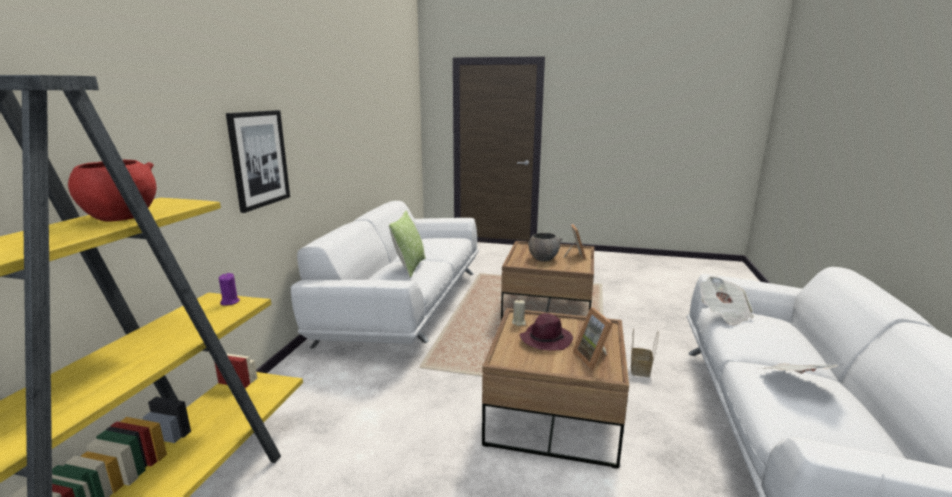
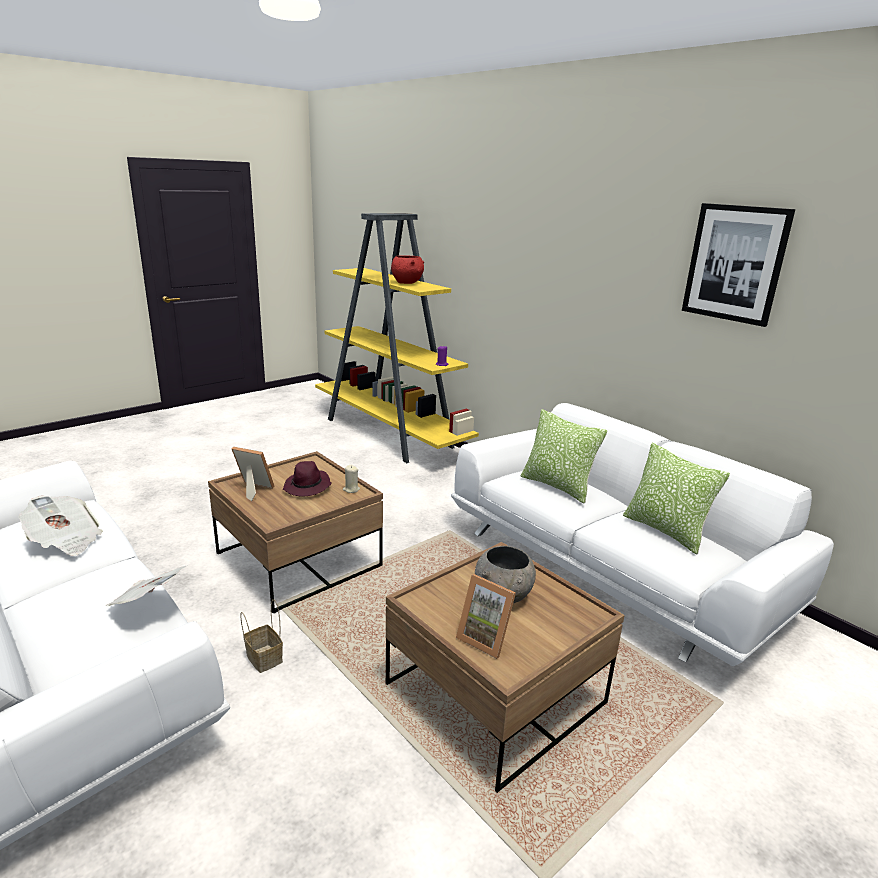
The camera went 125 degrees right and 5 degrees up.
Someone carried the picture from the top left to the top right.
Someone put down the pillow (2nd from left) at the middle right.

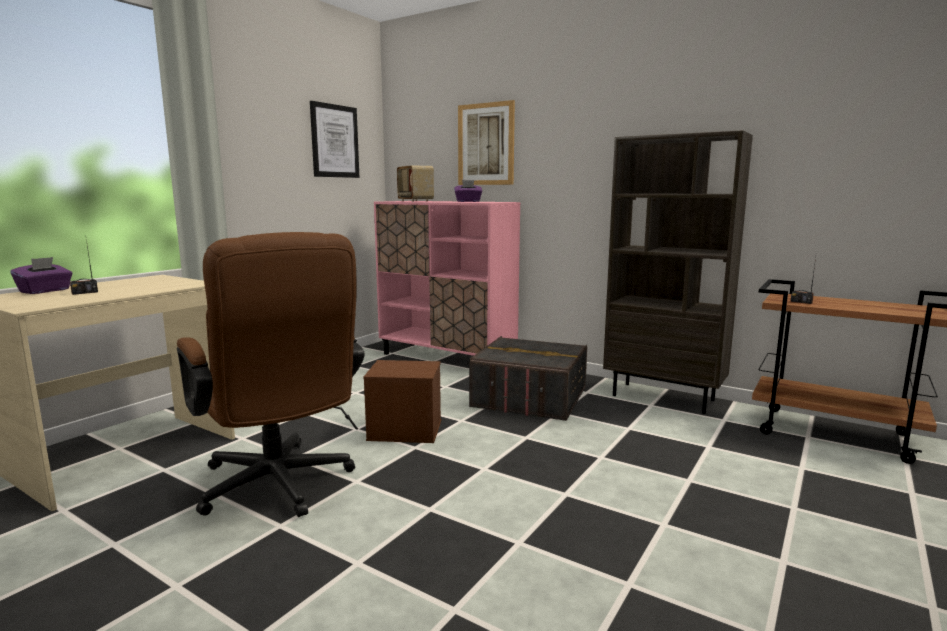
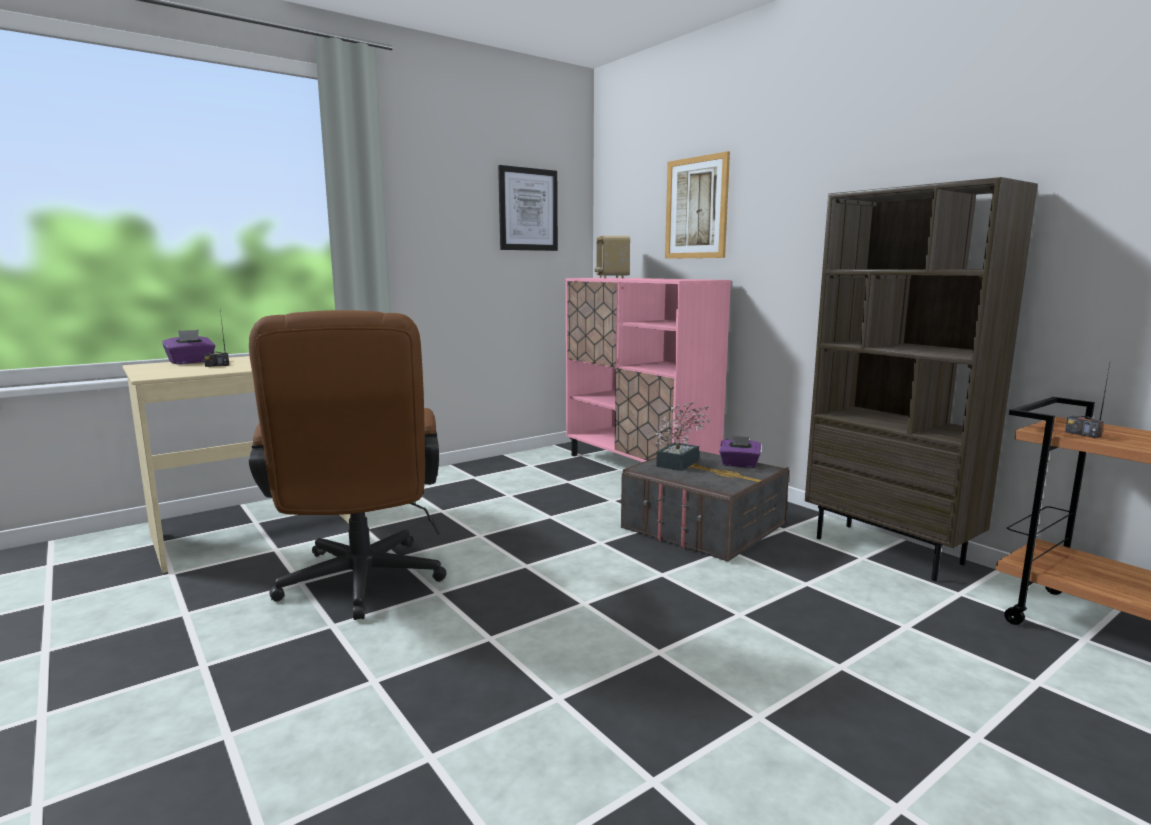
The camera went 20 degrees right and 0 degrees up.
Someone carried the purple tissue box (2nd from left) from the top centre to the centre.
Someone took away the brown storage box at the centre.
Someone put down the potted plant at the centre.

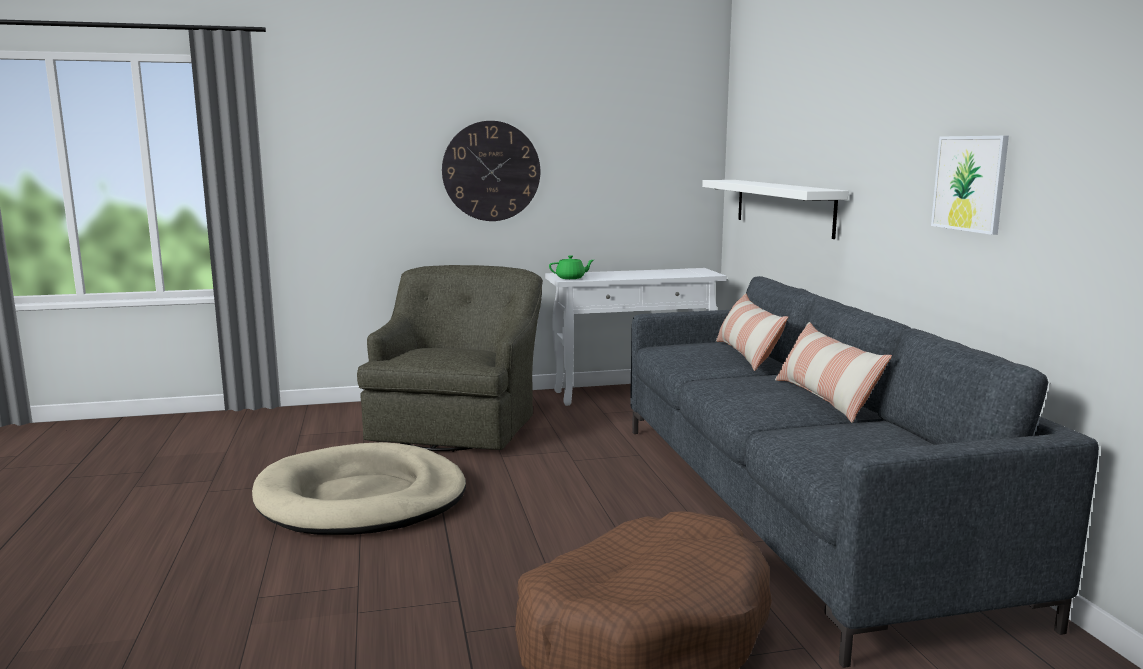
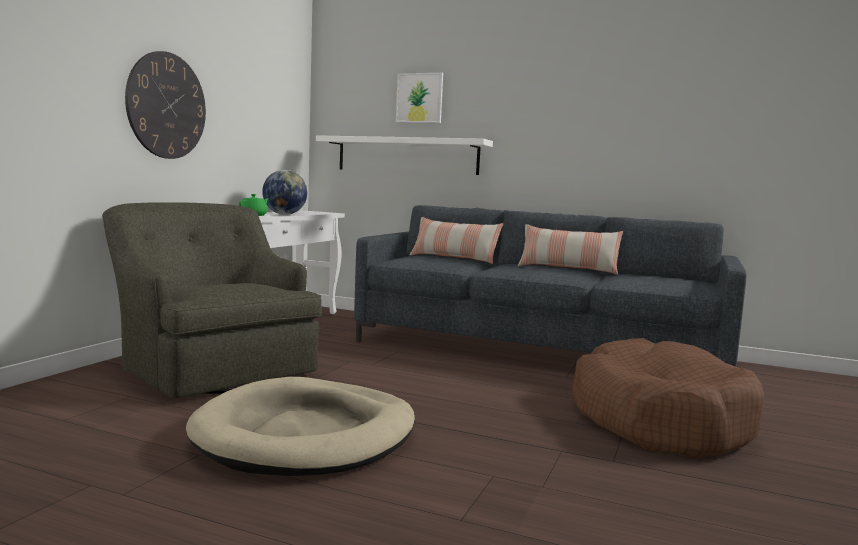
The camera went 55 degrees left and 5 degrees down.
Someone carried the picture from the top right to the top centre.
Someone put down the globe at the middle left.

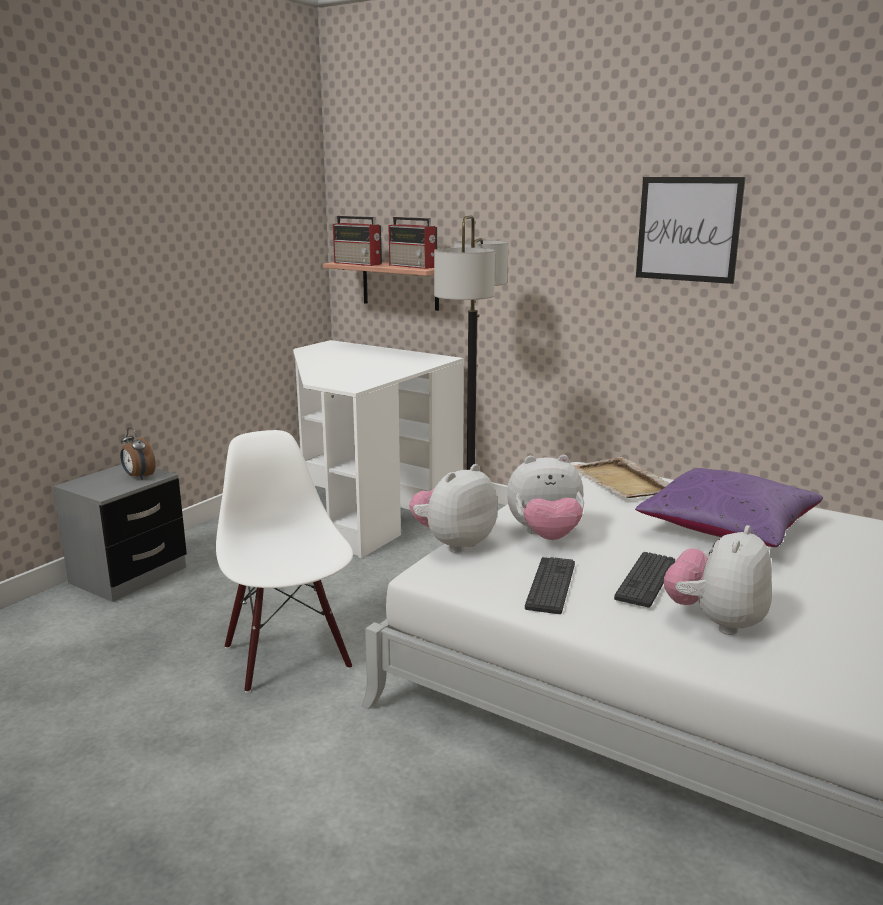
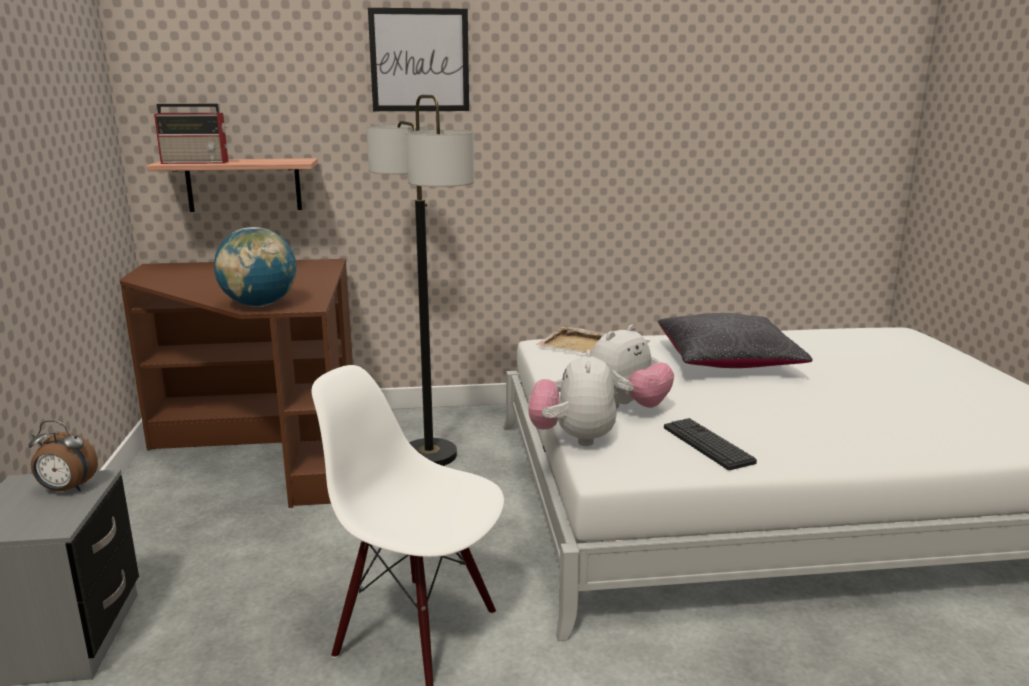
The camera went 40 degrees left and 0 degrees up.
Someone carried the picture from the top right to the top centre.
Someone took away the radio (2nd from left) at the top centre.
Someone repainted the white desk at the centre, which became the brown desk at the middle left.
Someone repainted the purple pillow at the middle right, which became the black pillow at the middle right.
Someone took away the plush toy (3rd from left) at the middle right.
Someone took away the keyboard (2nd from left) at the middle right.
Someone put down the globe at the middle left.

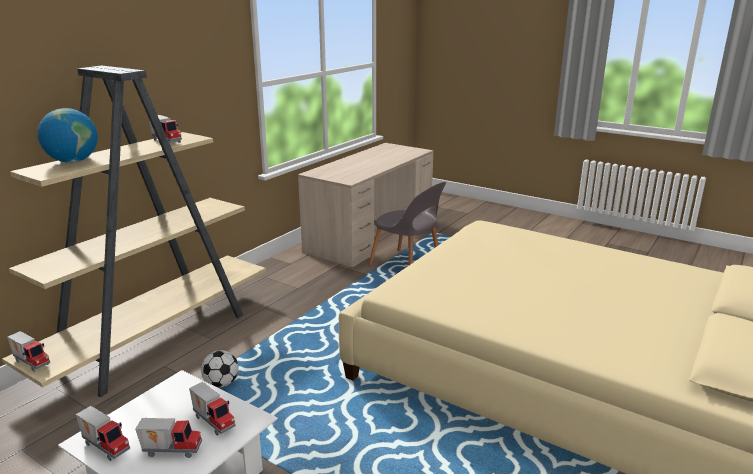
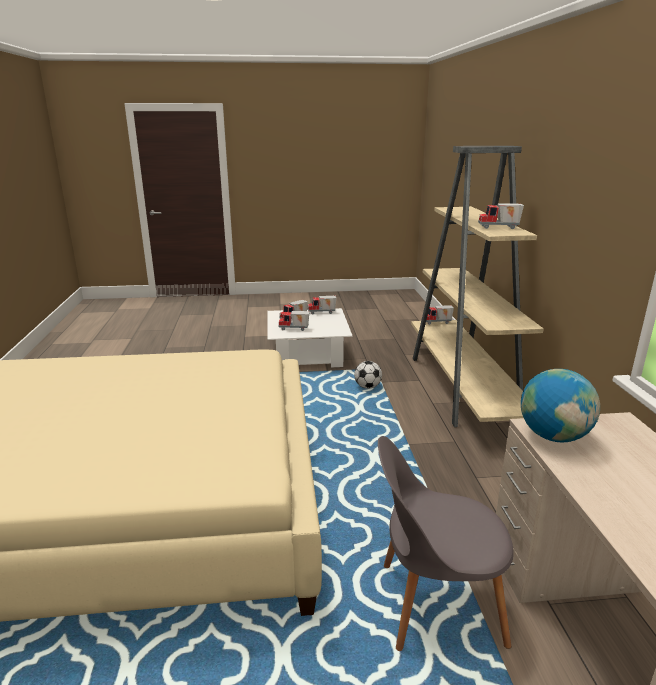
The camera went 140 degrees right and 0 degrees up.
Someone carried the globe from the top left to the middle right.

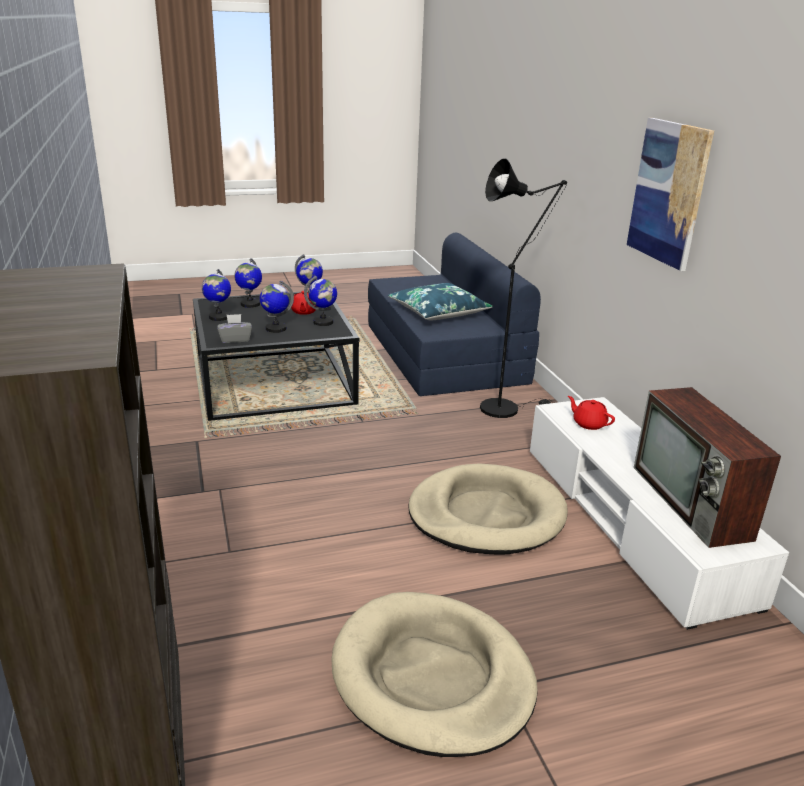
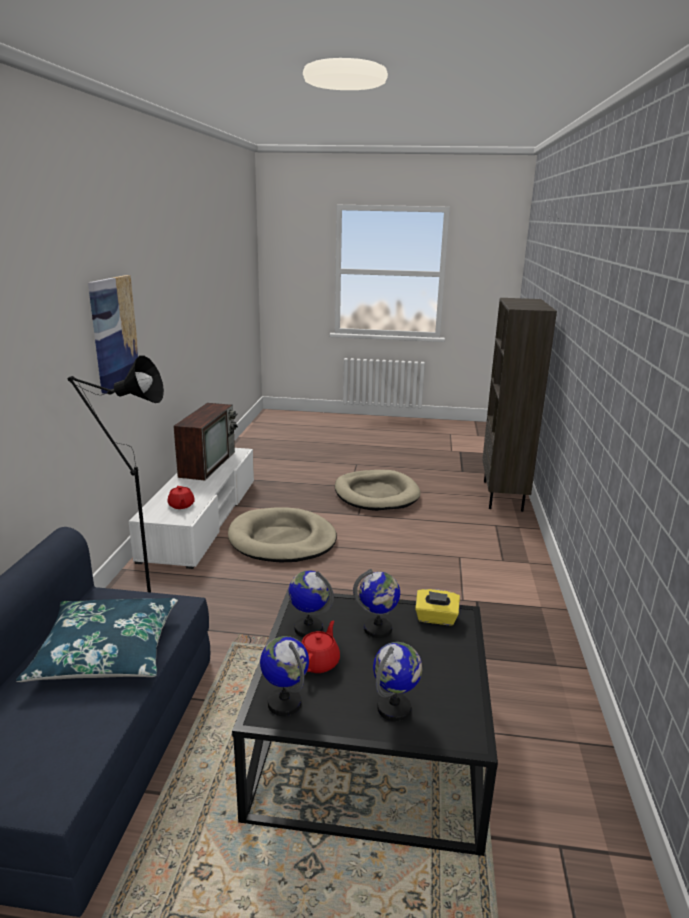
The camera went 155 degrees left and 5 degrees down.
Someone took away the globe (1st from left) at the middle left.
Someone repainted the grey tissue box at the middle left, which became the yellow tissue box at the centre.

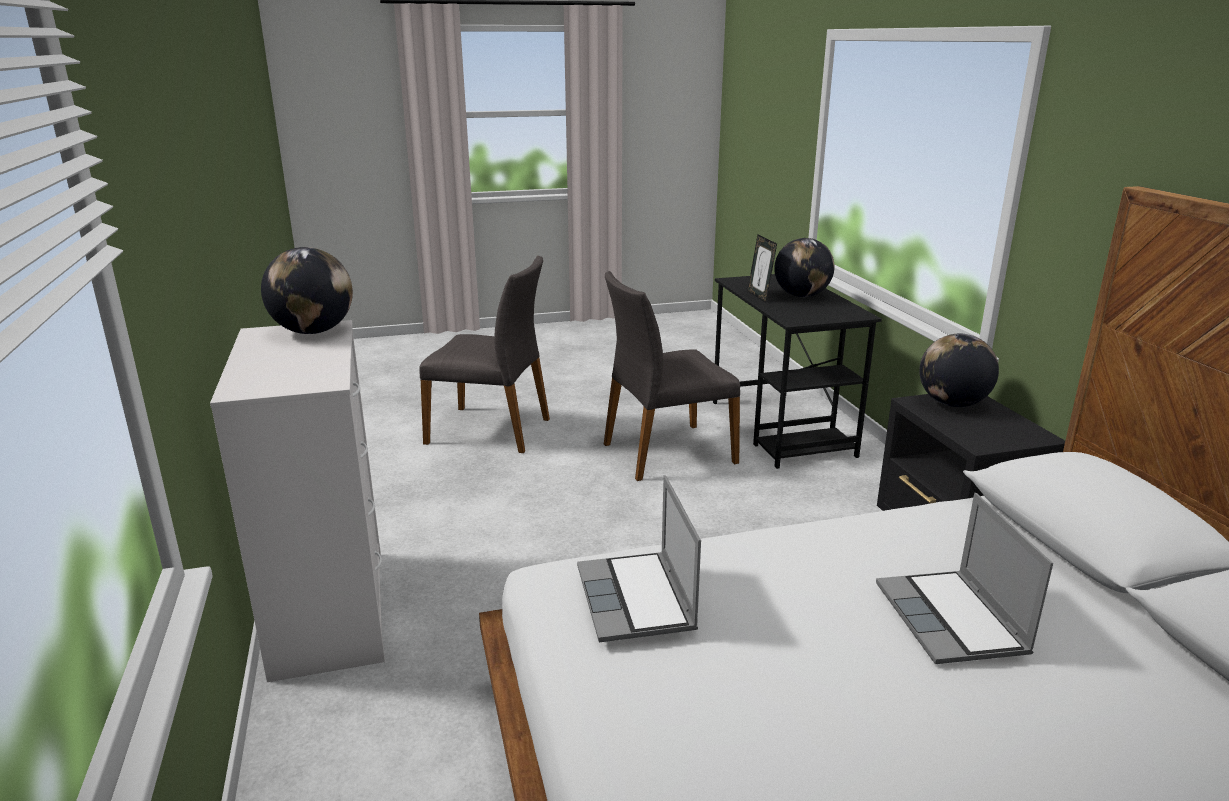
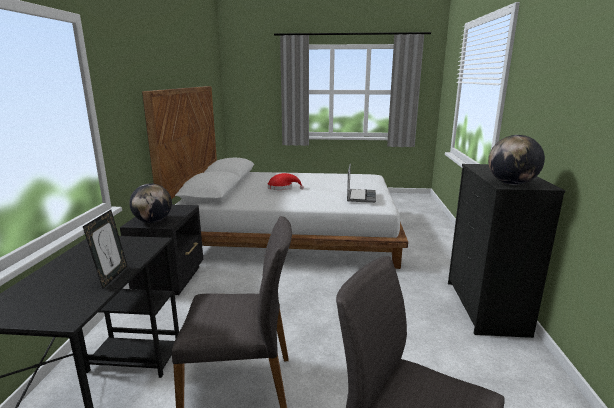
The camera went 160 degrees left and 5 degrees down.
Someone took away the globe (2nd from left) at the centre.
Someone repainted the white dresser at the middle left, which became the black dresser at the middle right.
Someone swapped the laptop (2nd from left) at the bottom right for the red hat at the centre.

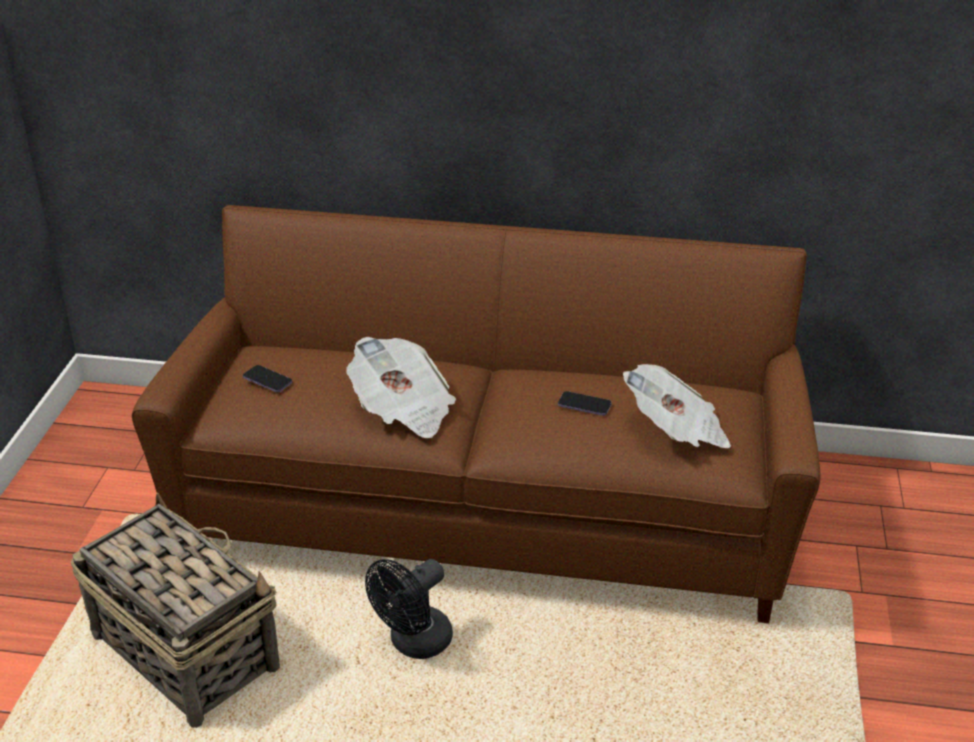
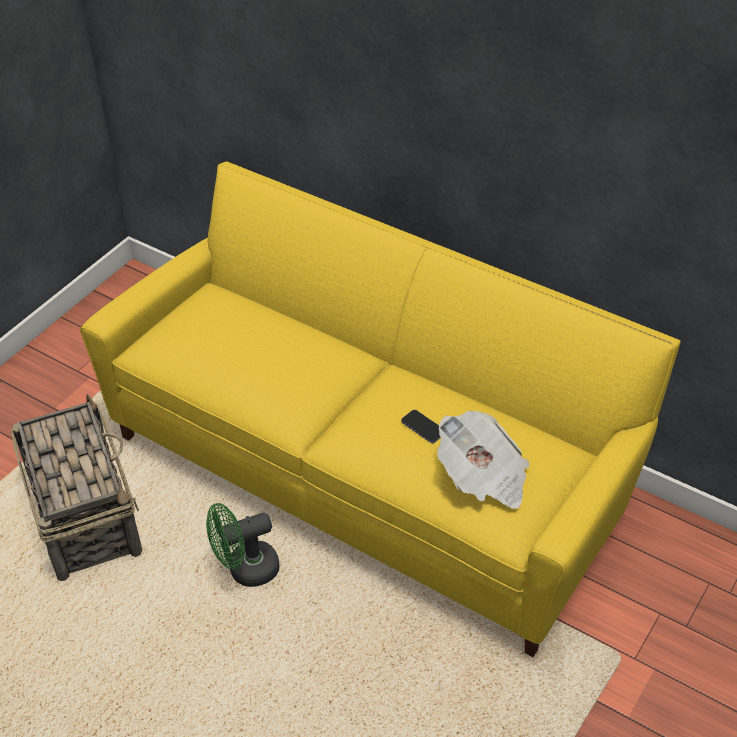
The camera went 25 degrees right and 10 degrees up.
Someone repainted the brown sofa at the centre, which became the yellow sofa at the centre.
Someone took away the newspaper (1st from left) at the centre.
Someone took away the phone (1st from left) at the middle left.
Someone repainted the black fan at the bottom centre, which became the green fan at the bottom left.

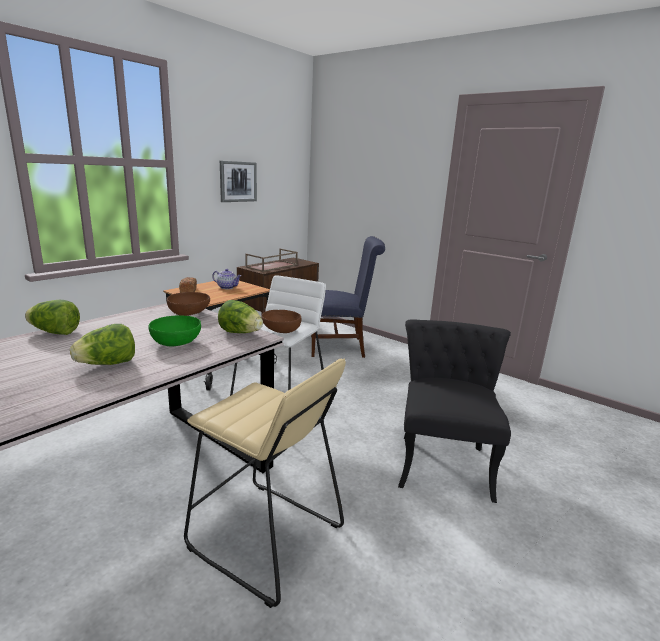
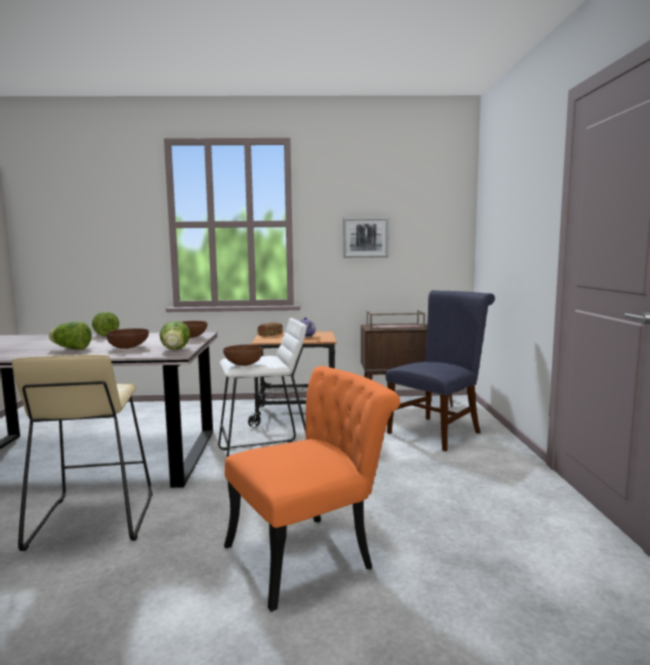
The camera went 50 degrees right and 10 degrees down.
Someone rotated the blue chair at the centre by 90 degrees counterclockwise.
Someone repainted the green bowl at the middle left, which became the brown bowl (1st from left) at the middle left.
Someone repainted the black chair at the middle right, which became the orange chair at the bottom centre.

